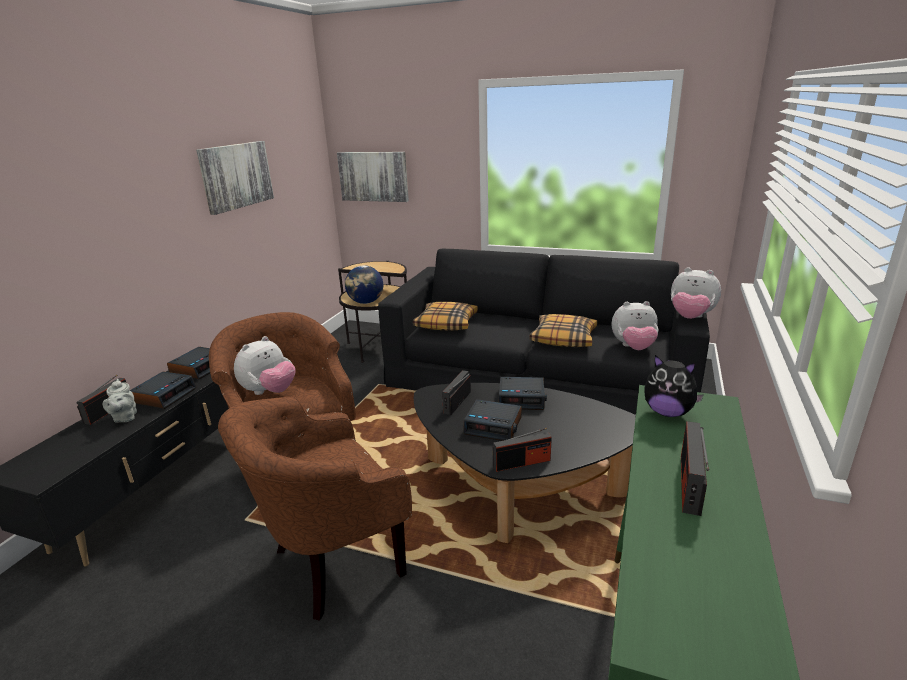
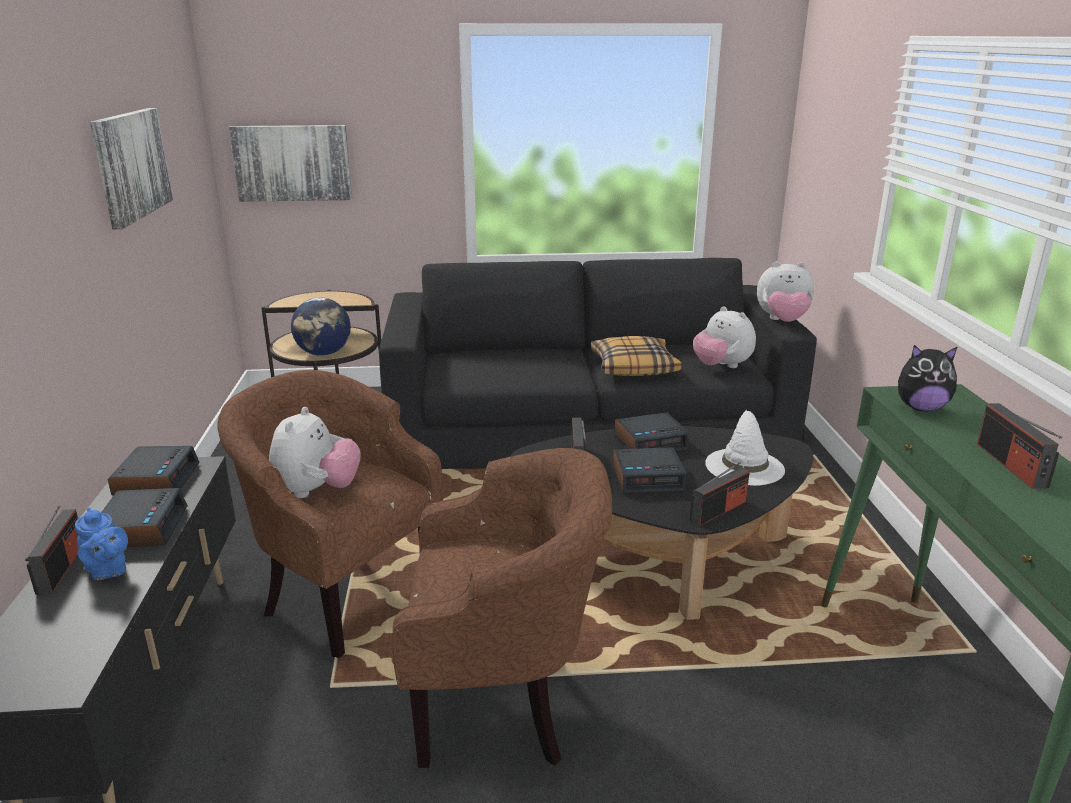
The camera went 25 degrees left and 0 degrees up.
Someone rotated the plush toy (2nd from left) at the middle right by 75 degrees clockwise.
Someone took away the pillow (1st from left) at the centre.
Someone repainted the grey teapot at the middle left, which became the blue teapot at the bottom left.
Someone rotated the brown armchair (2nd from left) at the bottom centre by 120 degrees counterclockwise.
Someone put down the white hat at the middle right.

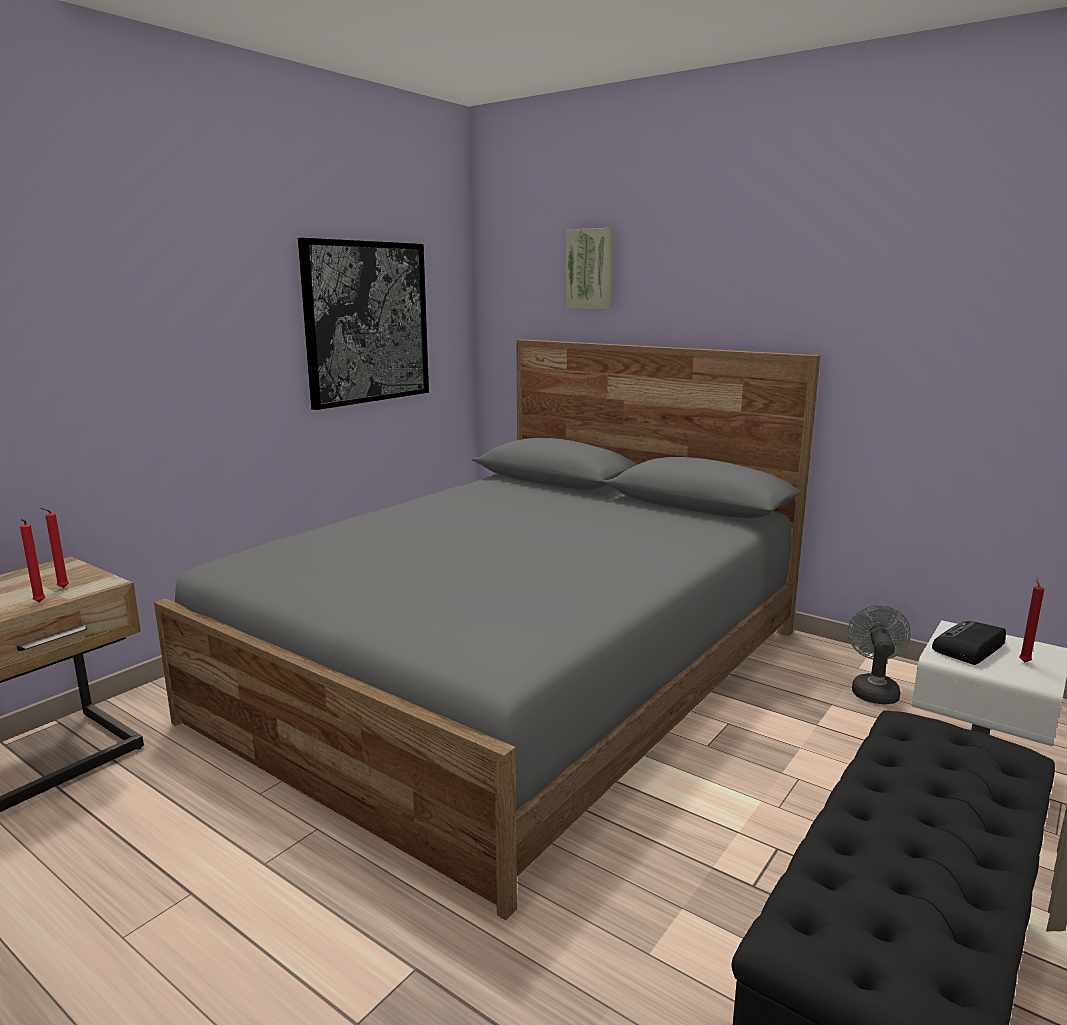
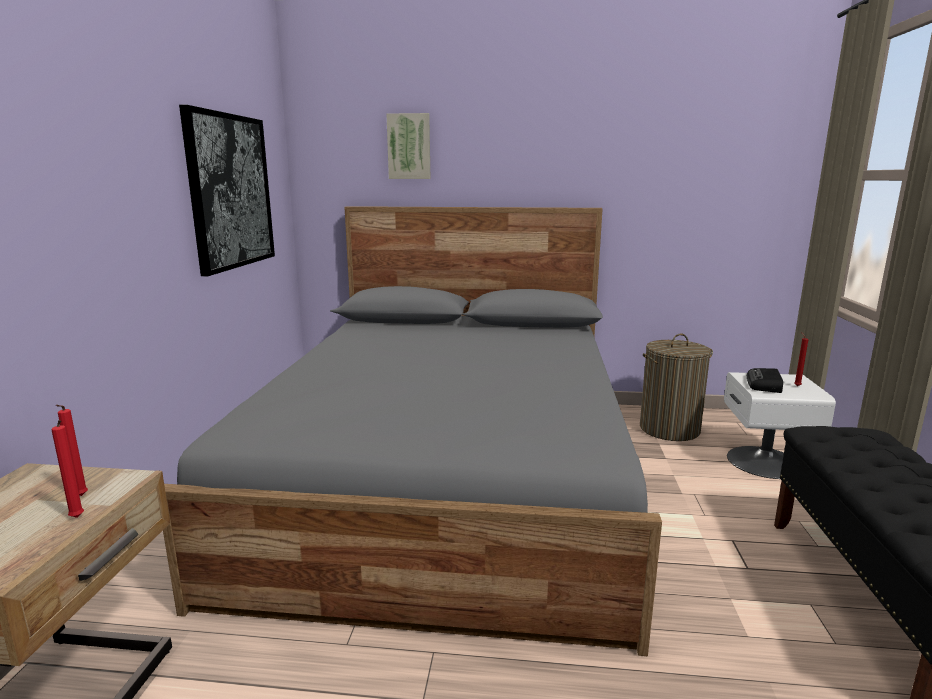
The camera went 30 degrees left and 0 degrees up.
Someone swapped the grey fan at the middle right for the laundry basket at the middle right.

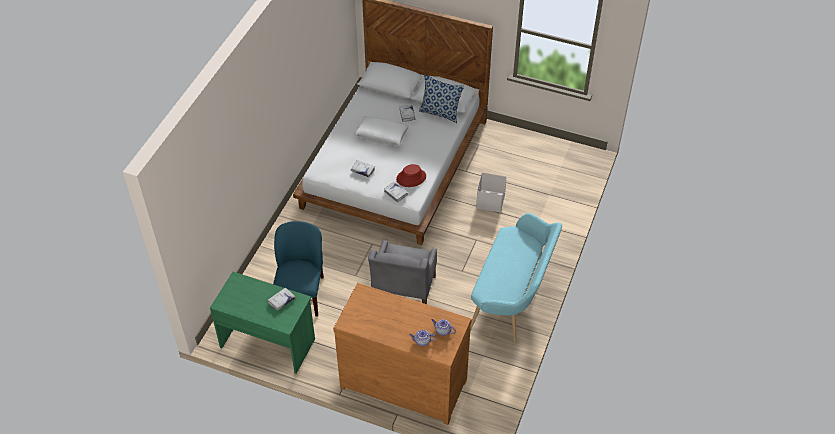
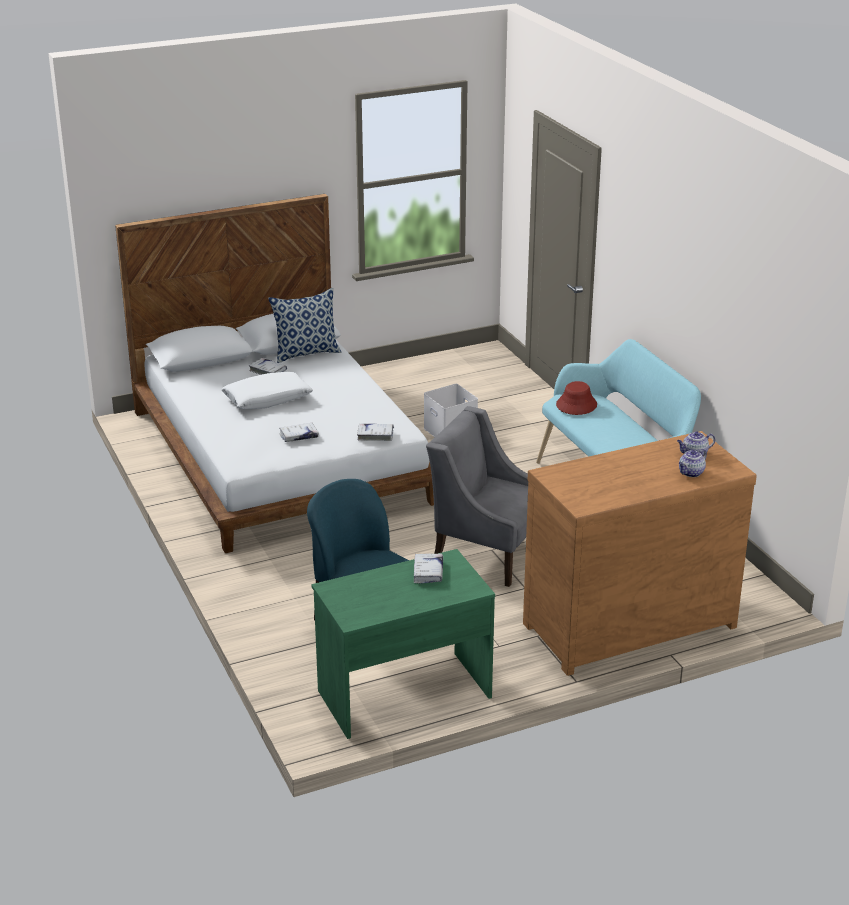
The camera went 45 degrees left and 20 degrees down.
Someone carried the red hat from the centre to the middle right.
Someone rotated the grey armchair at the centre by 150 degrees clockwise.

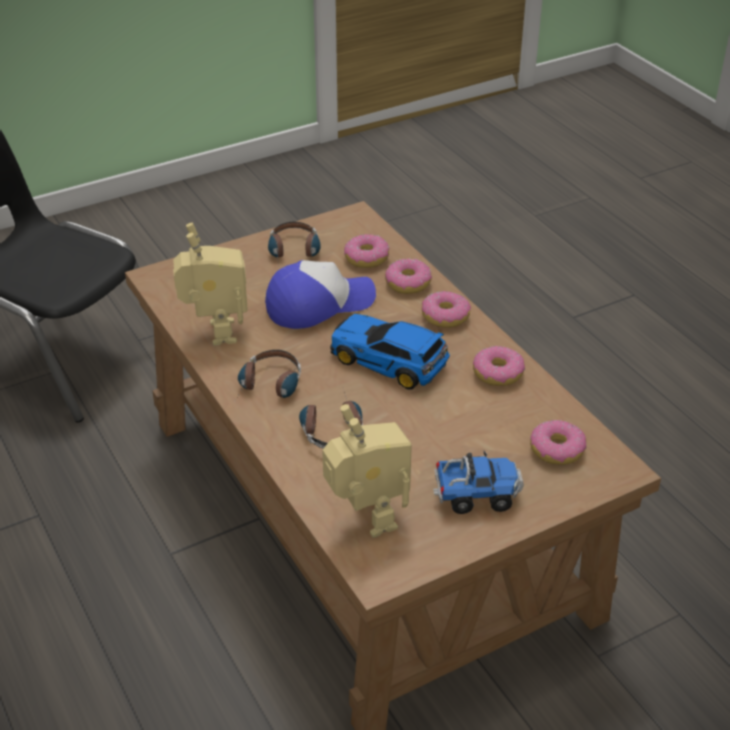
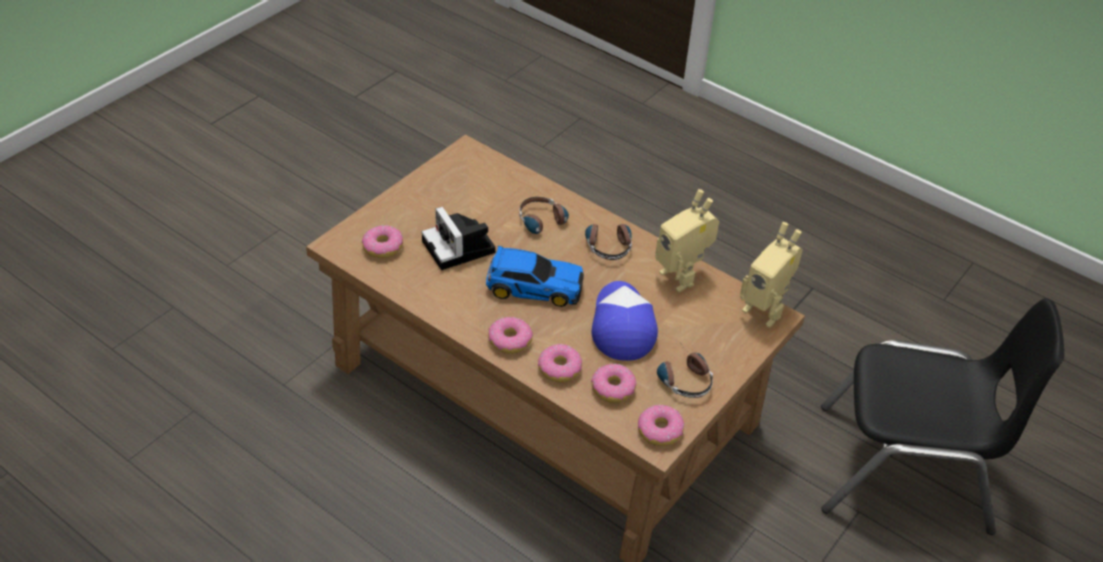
The camera went 155 degrees right and 5 degrees up.
Someone rotated the cap at the centre by 135 degrees clockwise.
Someone carried the donut (4th from left in the first image) from the middle right to the bottom centre.
Someone carried the toy robot (2nd from left) from the centre to the middle right.
Someone took away the toy truck at the centre.
Someone put down the photo camera at the centre.

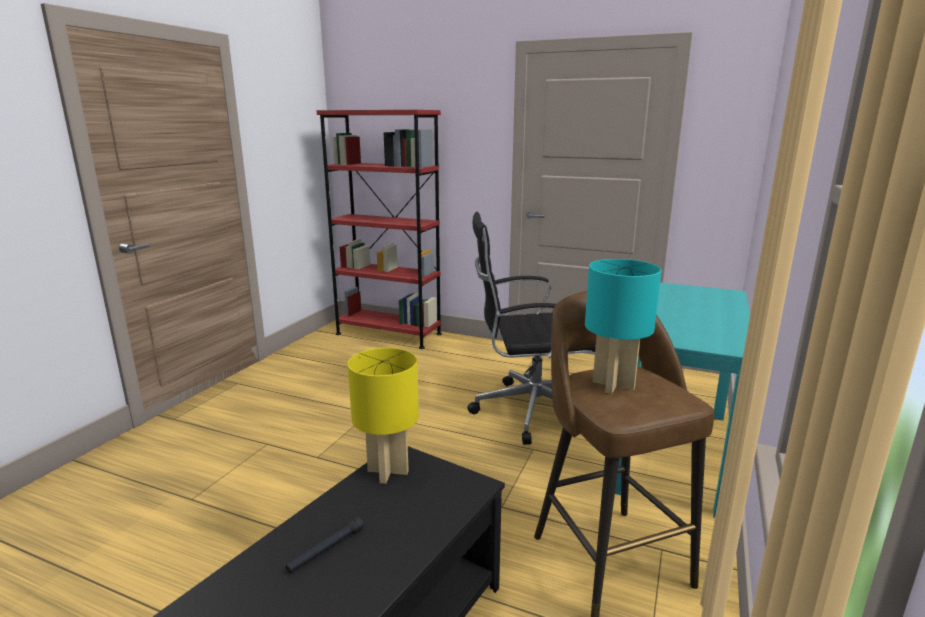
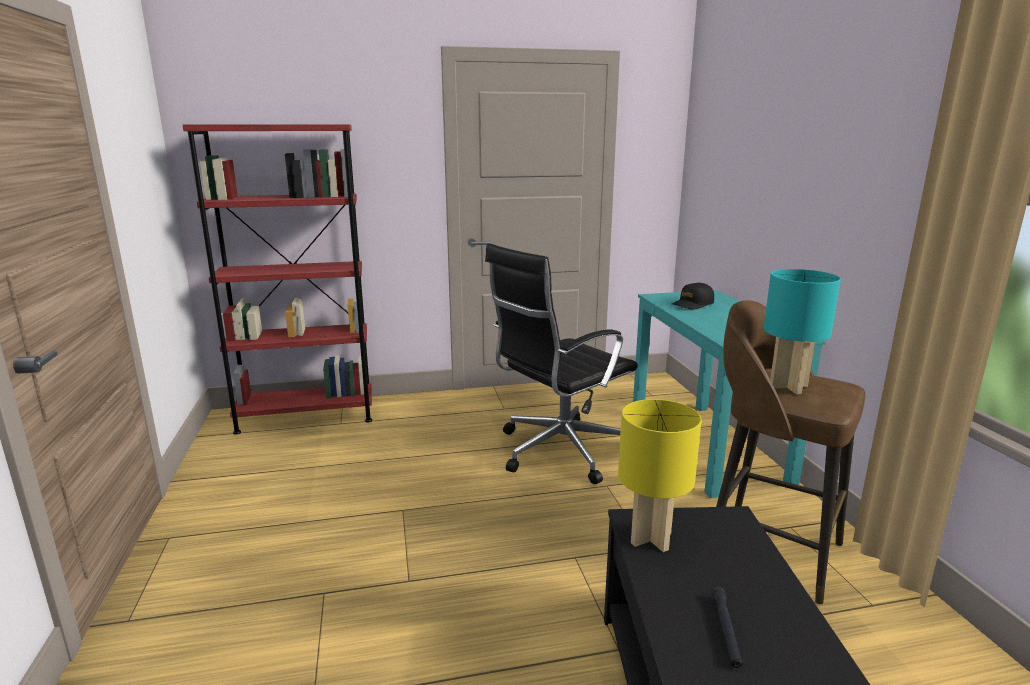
The camera went 35 degrees left and 0 degrees up.
Someone put down the black cap at the middle right.

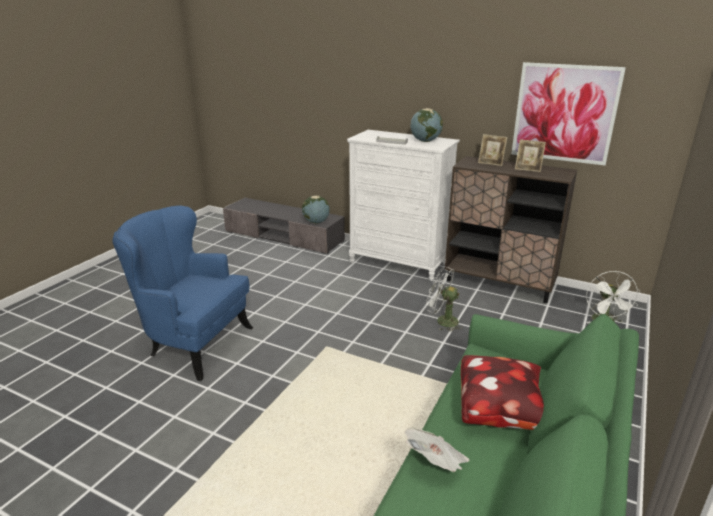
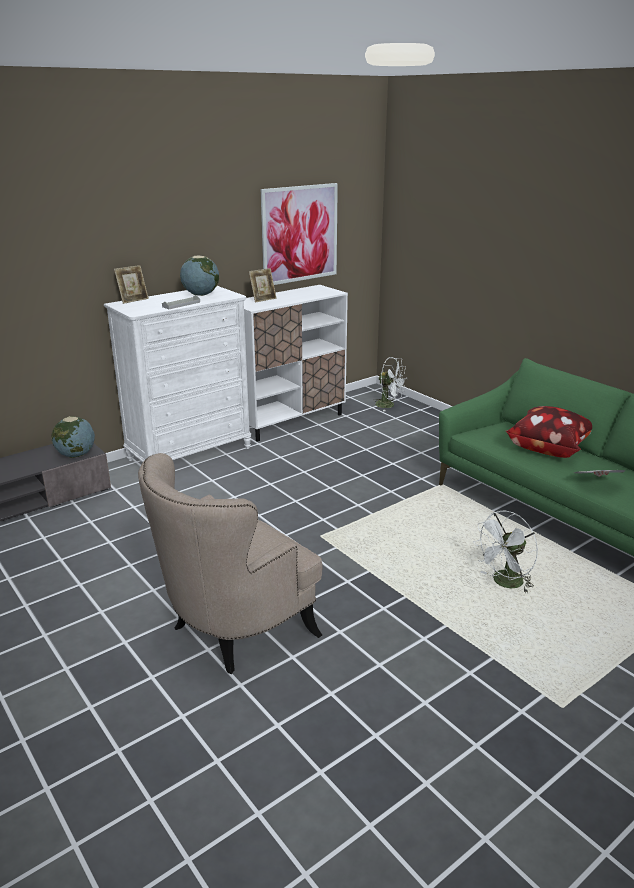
The camera went 65 degrees left and 0 degrees up.
Someone carried the picture frame (2nd from left in the first image) from the top right to the top left.
Someone repainted the brown cabinet at the middle right, which became the white cabinet at the centre.
Someone repainted the blue armchair at the middle left, which became the beige armchair at the centre.
Someone carried the white fan (1st from left in the first image) from the centre to the middle right.

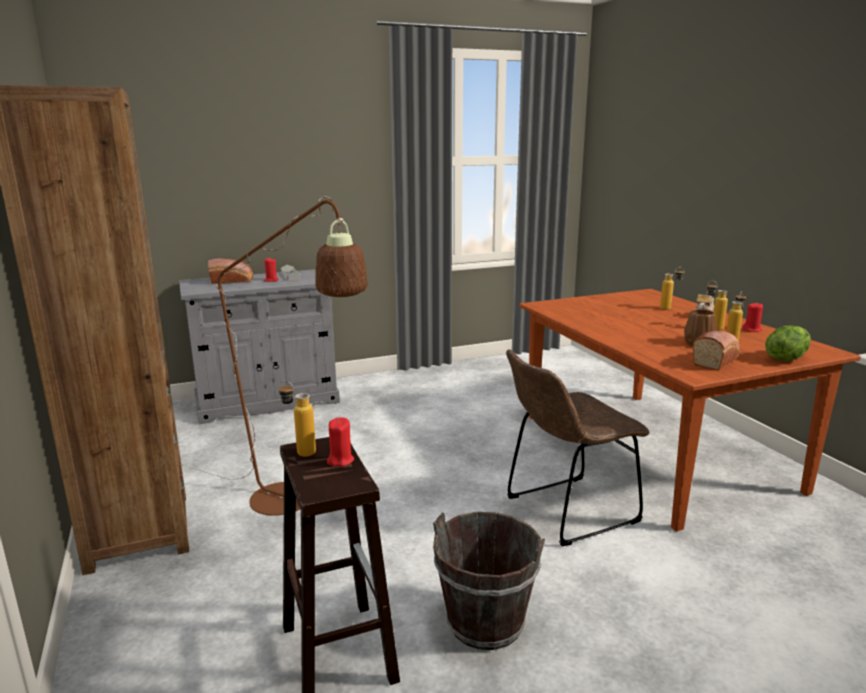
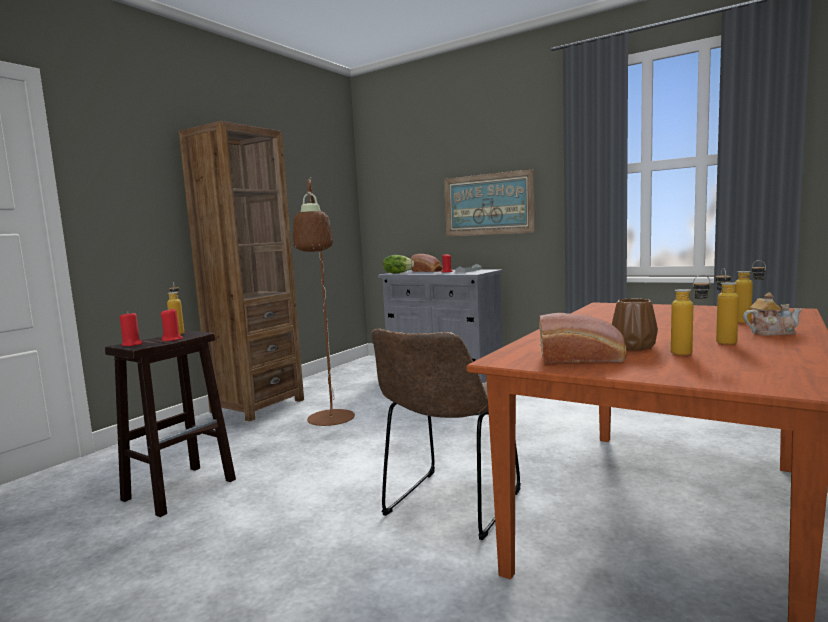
The camera went 55 degrees right and 10 degrees down.
Someone carried the red candle (3rd from left in the first image) from the middle right to the middle left.
Someone carried the lettuce from the middle right to the centre.
Someone rotated the brown chair at the centre by 90 degrees counterclockwise.
Someone took away the brown bucket at the bottom centre.
Someone put up the picture at the top centre.

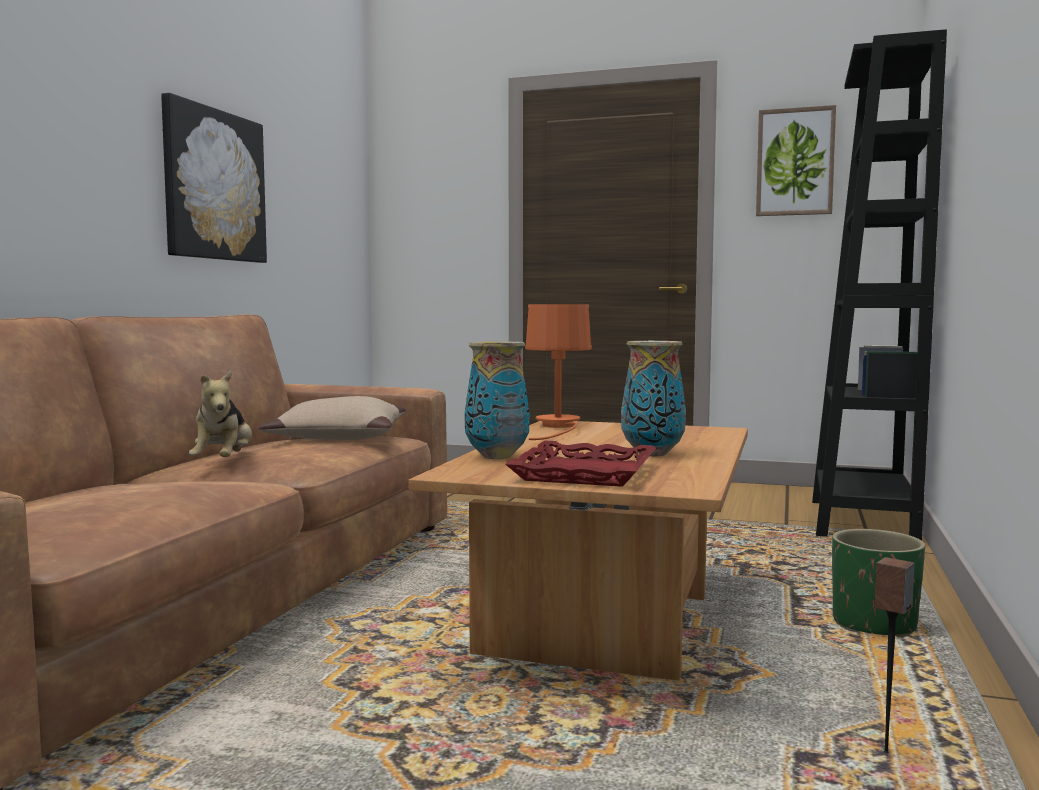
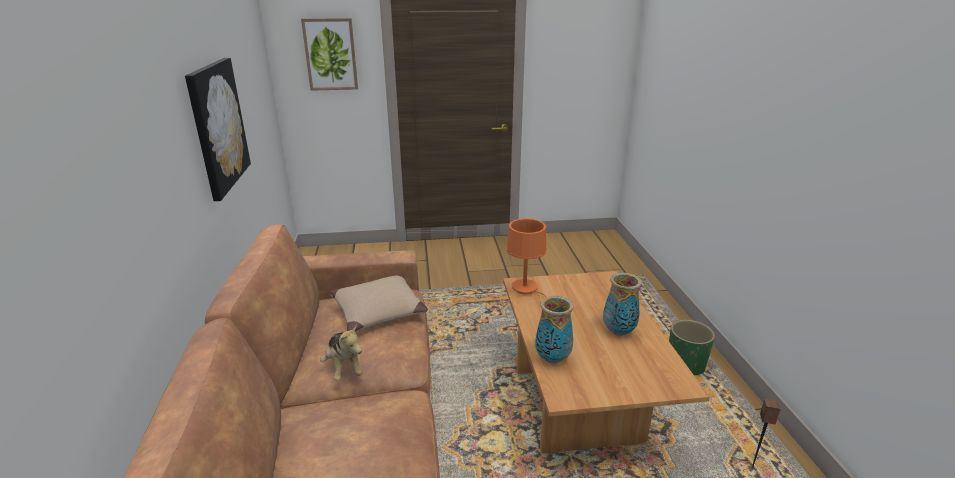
The camera went 25 degrees left and 20 degrees up.
Someone took away the black bookcase at the middle right.
Someone carried the picture (2nd from left) from the top right to the top centre.
Someone took away the red tray at the centre.

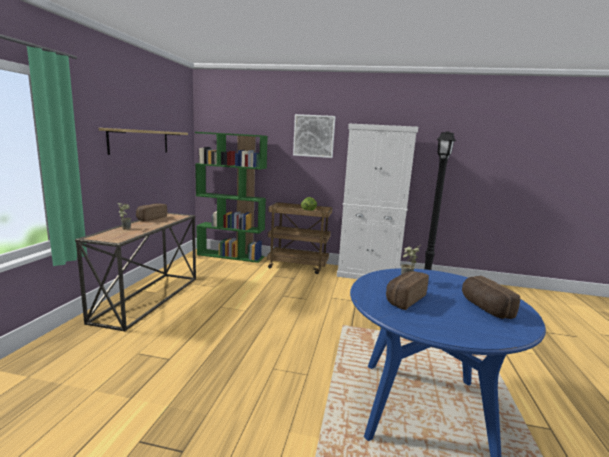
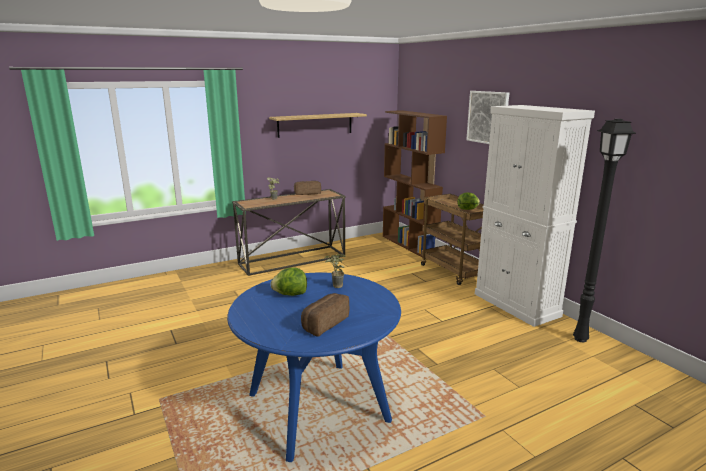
The camera went 50 degrees right and 5 degrees up.
Someone repainted the green bookcase at the centre, which became the brown bookcase at the centre.
Someone swapped the bread (2nd from left) at the middle right for the lettuce (1st from left) at the centre.

